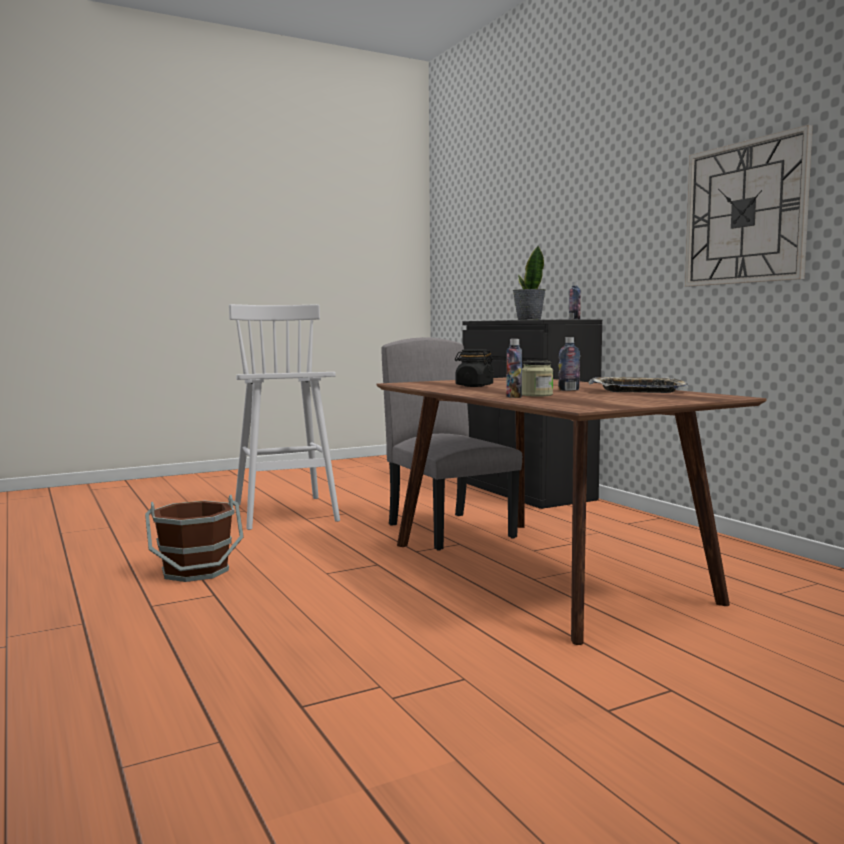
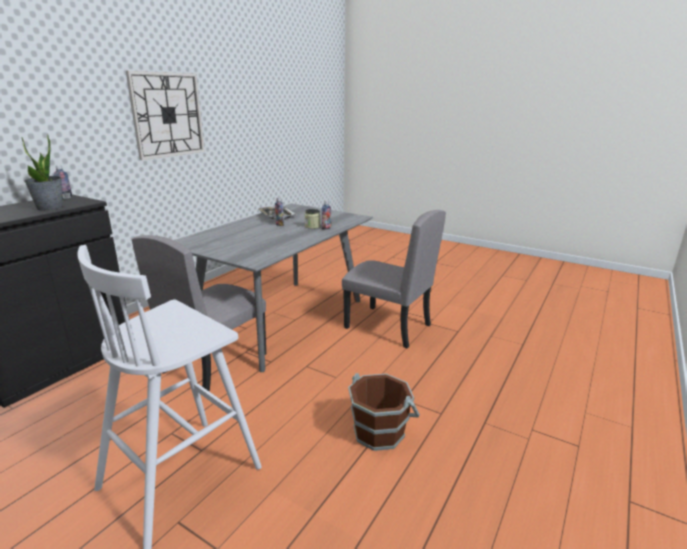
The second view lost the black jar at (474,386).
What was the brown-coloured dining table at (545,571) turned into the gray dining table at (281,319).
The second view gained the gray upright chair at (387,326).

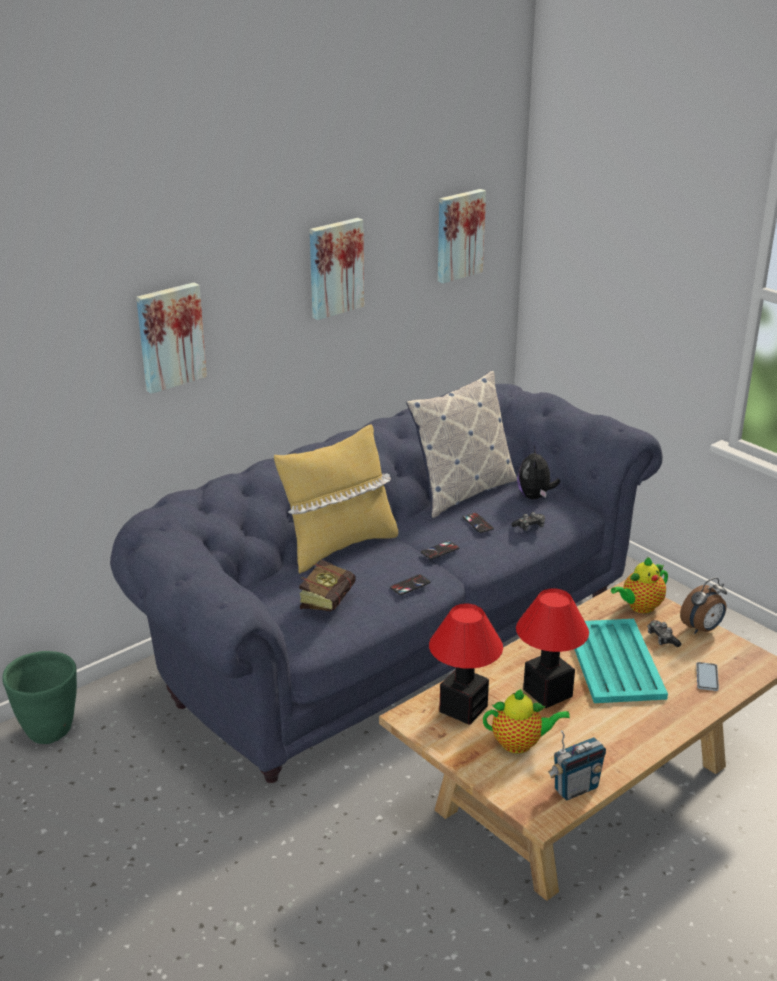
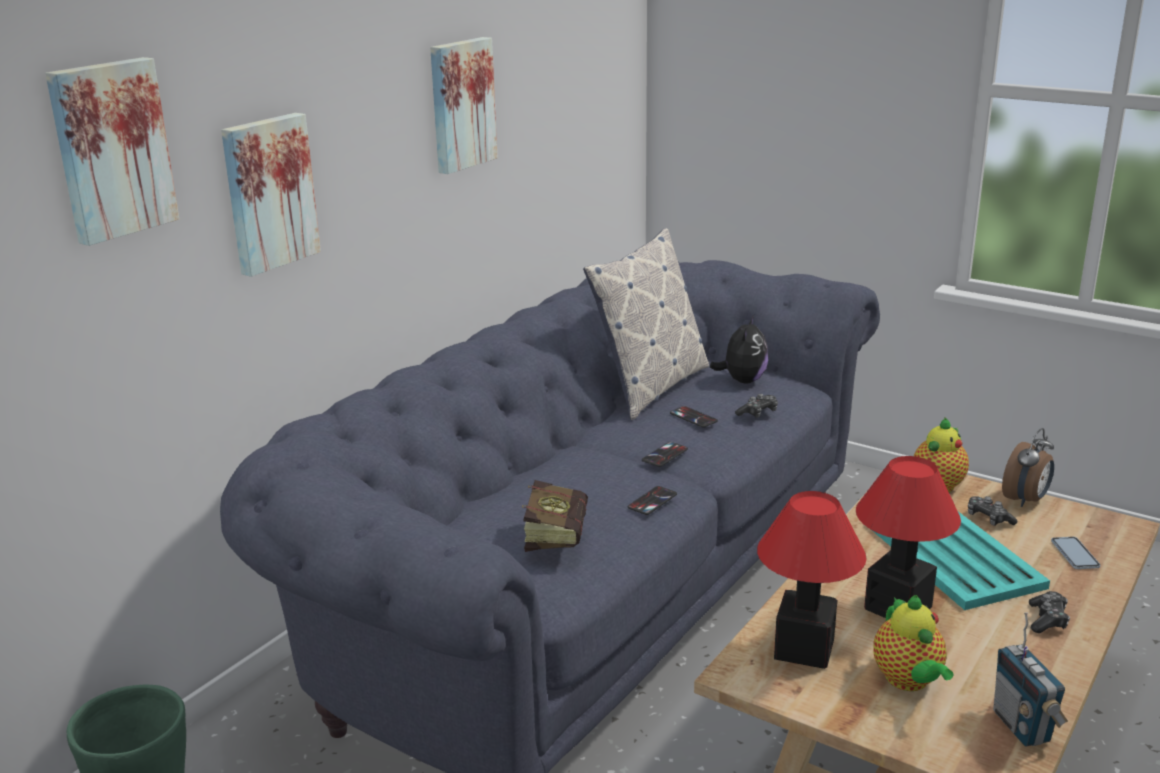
The picture ended up elsewhere, having gone from (458,235) to (111,149).
The second view lost the yellow pillow at (339,546).
The soft toy at (535,497) ended up facing another way, 150 degrees counterclockwise from before.
The pot for tea at (520,744) ended up facing another way, 90 degrees clockwise from before.
The radio set at (575,788) ended up facing another way, 120 degrees clockwise from before.
The second view gained the gamepad at (1047,620).

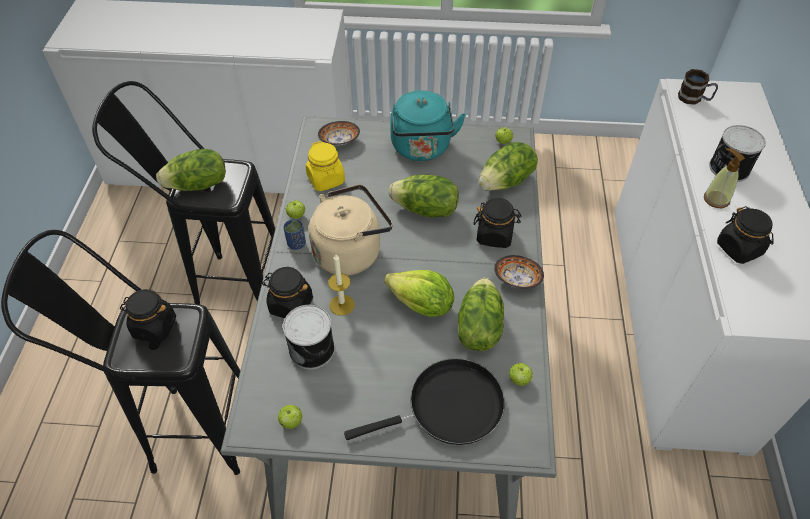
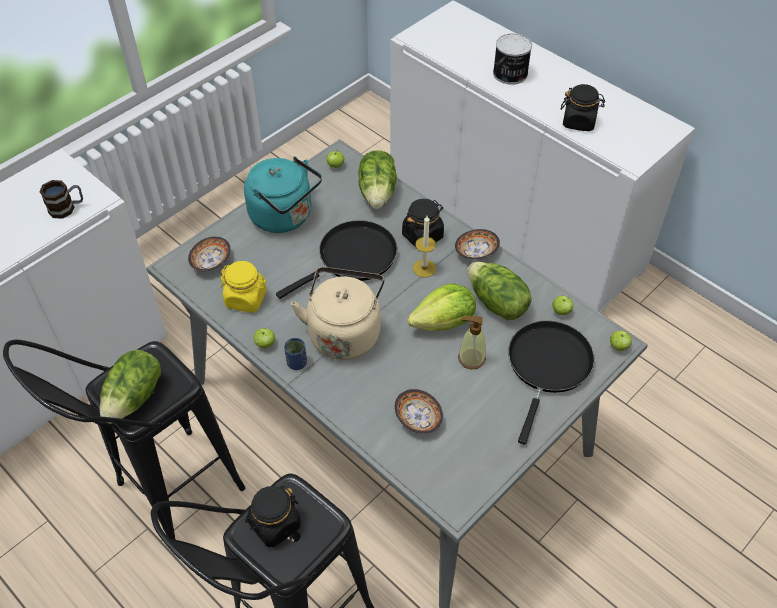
The mug ended up elsewhere, having gone from (694,99) to (67,208).
The liquid soap bottle ended up elsewhere, having gone from (716,199) to (471,358).
Where the head of lettuce stood at (425,210), the black skillet came to stand at (353,258).
The candle ended up elsewhere, having gone from (342,305) to (424,268).
The second view lost the black jar at (290,305).
Where the metal can stood at (313,349), the bowl came to stand at (418,417).
The apple fruit ended up elsewhere, having gone from (291,422) to (618,347).

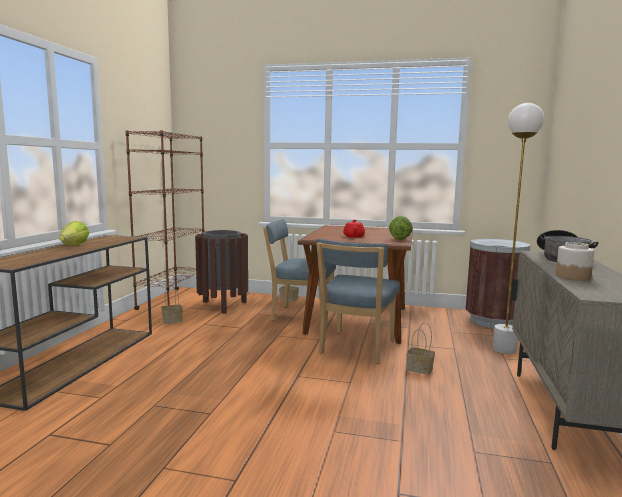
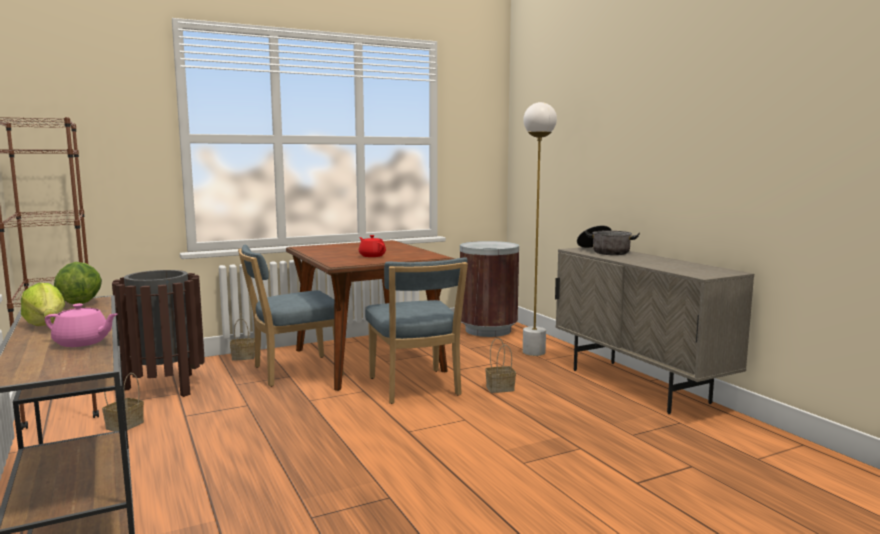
The head of lettuce ended up elsewhere, having gone from (400,239) to (80,303).
The second view lost the jar at (573,277).
The second view gained the pink-coloured pot for tea at (82,342).

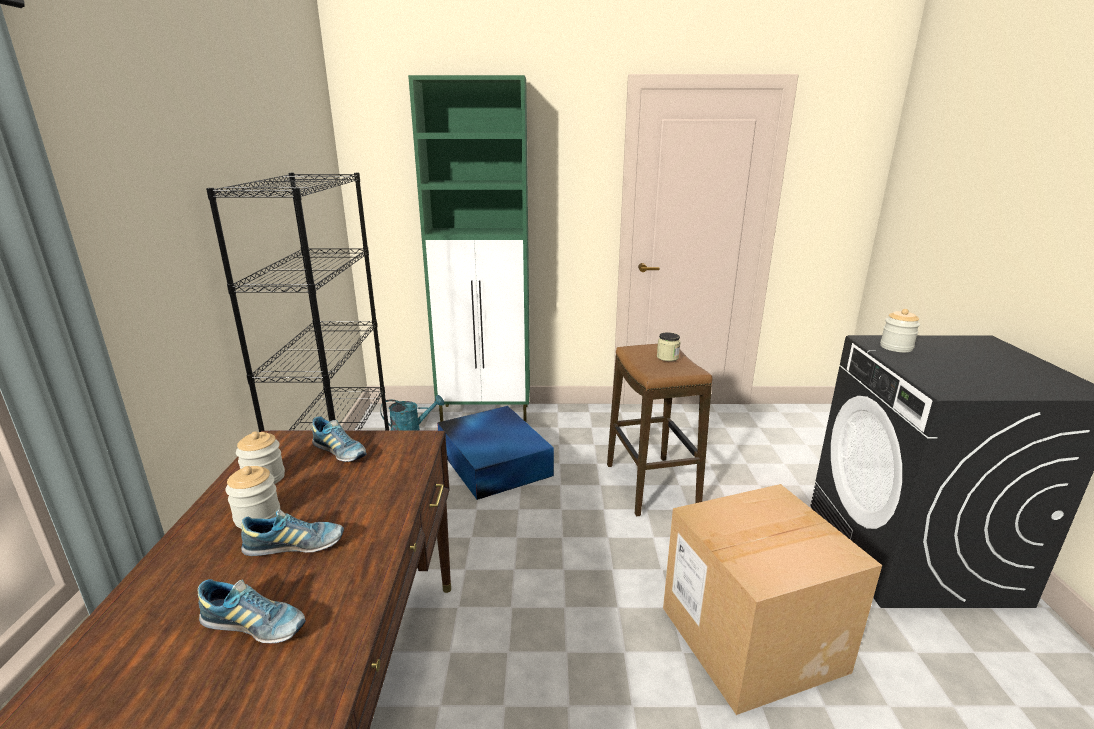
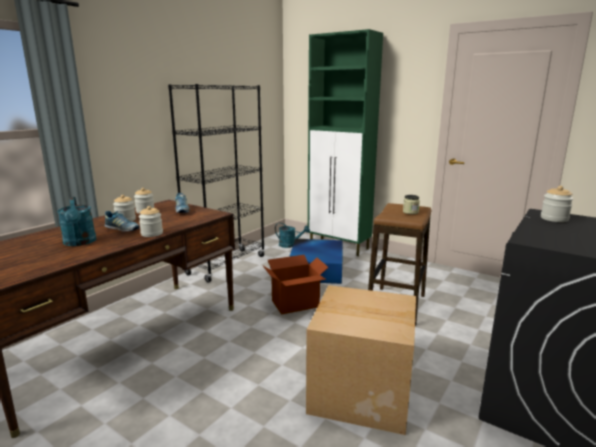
Where the item of footwear stood at (255,626), the turquoise watering can came to stand at (80,242).
The second view gained the jar at (152,234).
The second view gained the carton at (295,304).

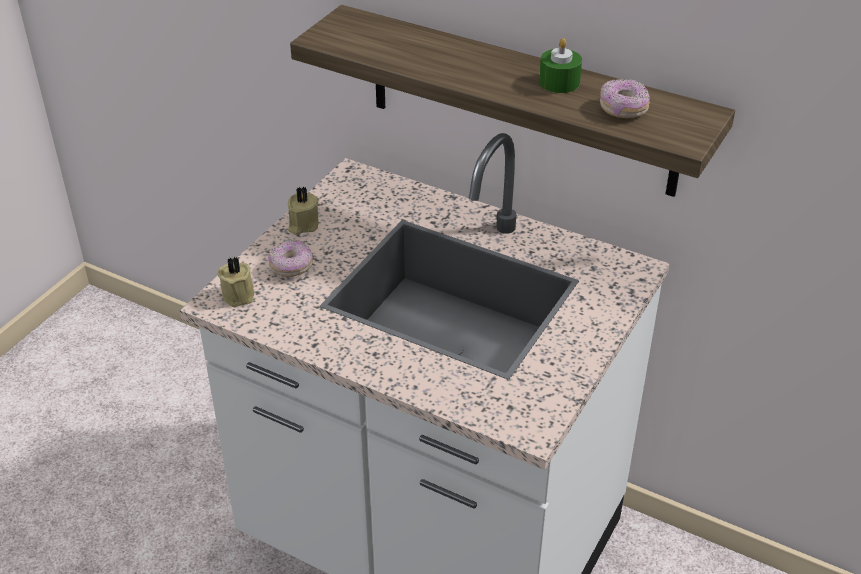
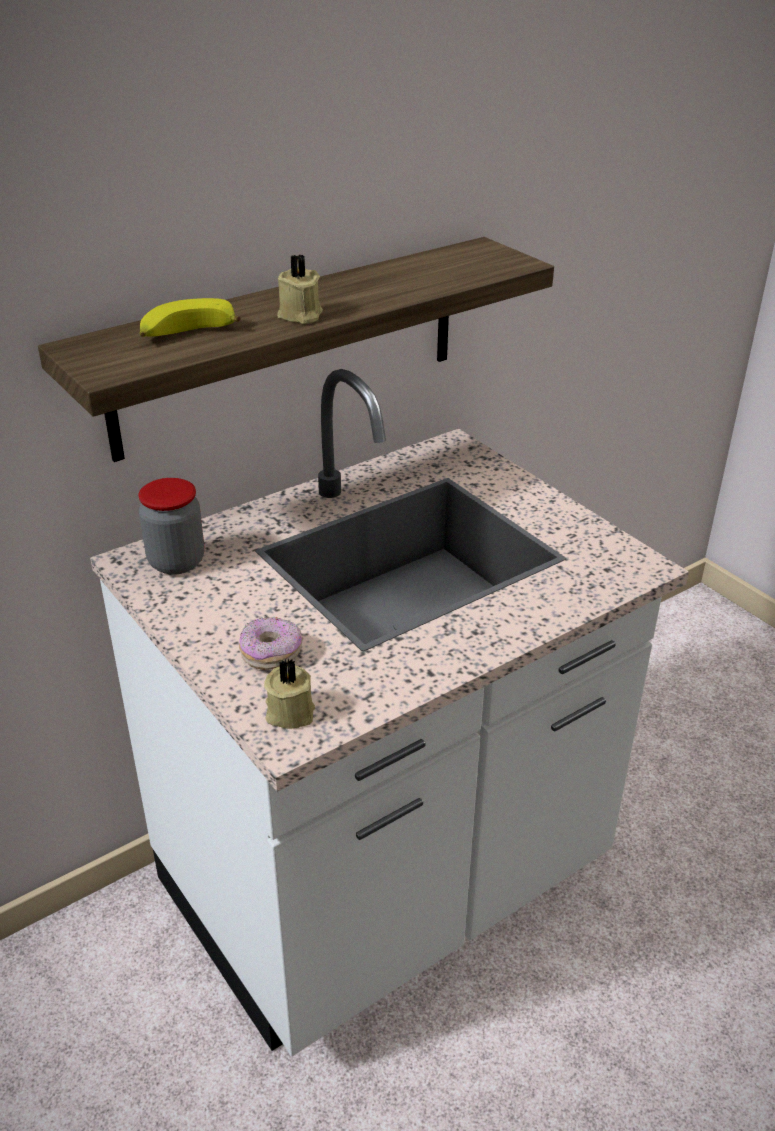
The second view lost the green candle at (559,82).
The second view lost the doughnut at (623,109).
The beige-coloured candle ended up elsewhere, having gone from (302,225) to (300,316).
The second view gained the whole banana at (186,335).
The second view gained the jar at (176,562).

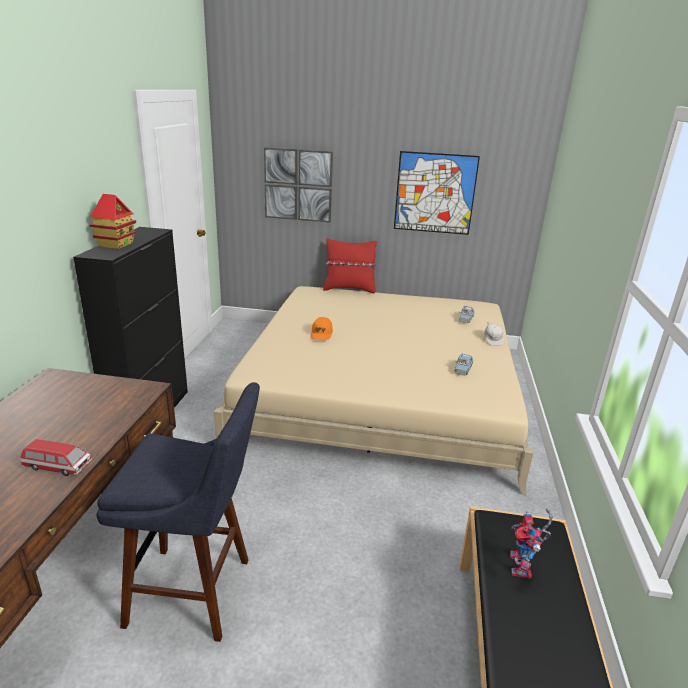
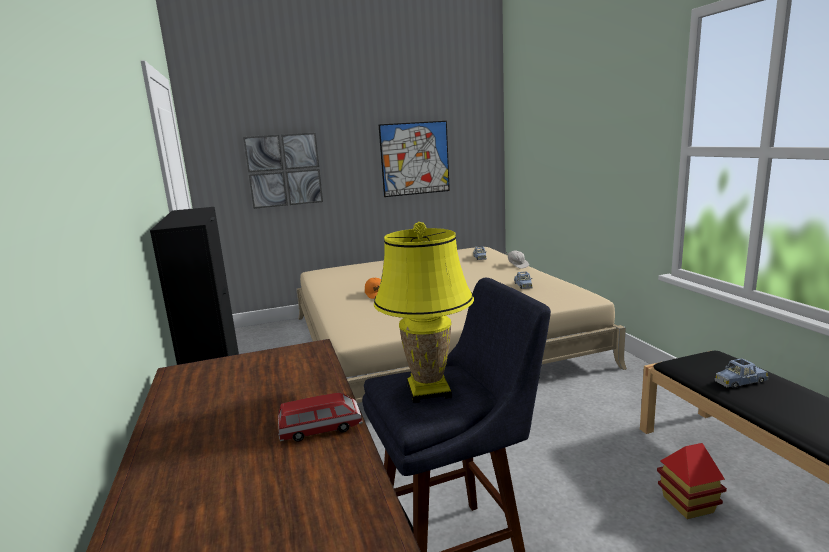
The model house ended up elsewhere, having gone from (116,244) to (687,504).
The second view lost the red pillow at (349,289).
Where the toy robot stood at (523,568), the bluish miniature car came to stand at (740,382).
The second view gained the yellow lamp for a table at (429,391).

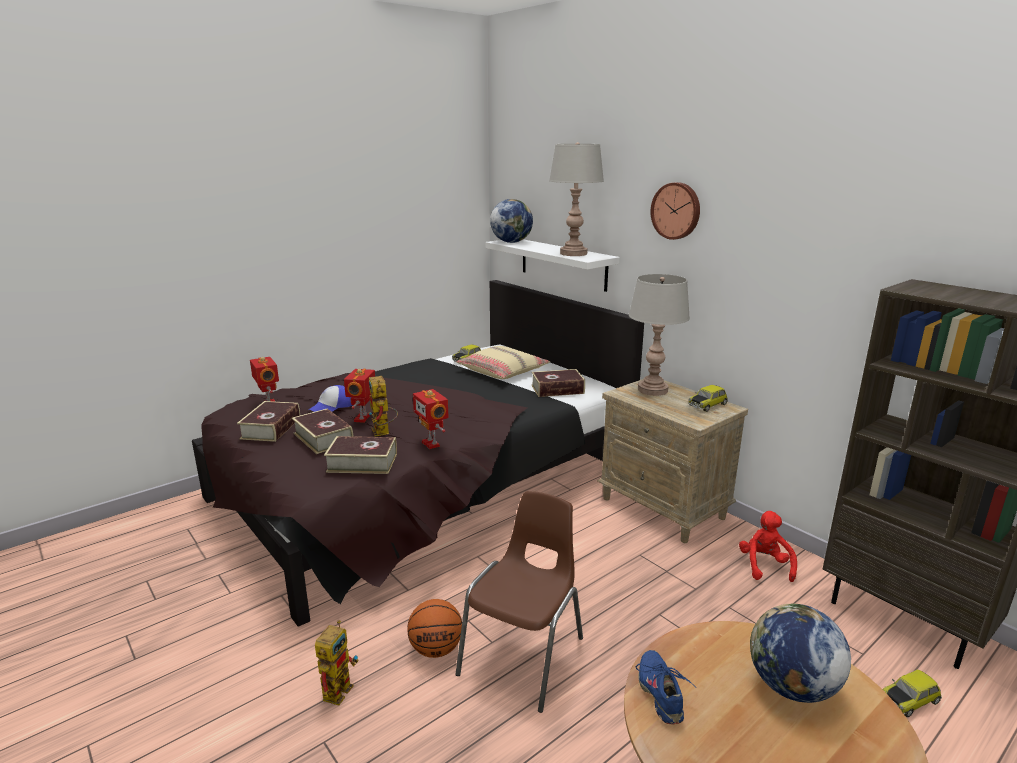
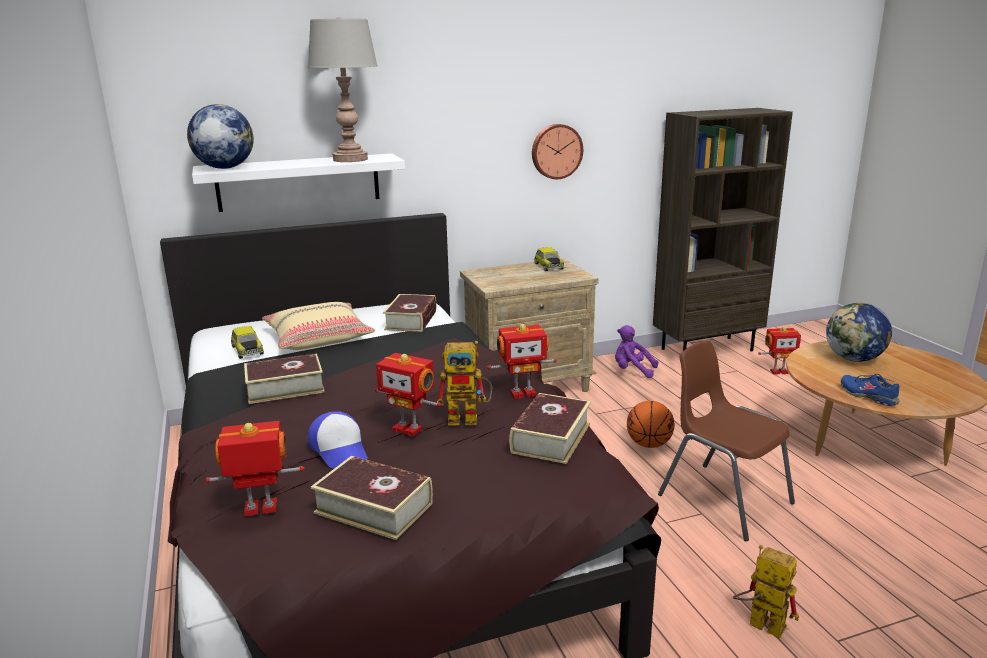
The clock on the wall ended up elsewhere, having gone from (676,211) to (556,151).
The second view lost the gray lamp for a table at (652,390).
The book ended up elsewhere, having gone from (323,438) to (285,387).
What was the red soft toy at (764,565) turned into the purple-coloured soft toy at (632,371).
The basketball ball ended up elsewhere, having gone from (436,649) to (649,444).
The bluish item of footwear at (661,692) ended up facing another way, 45 degrees clockwise from before.
Where the miniature car stood at (909,699), the toy robot came to stand at (778,371).

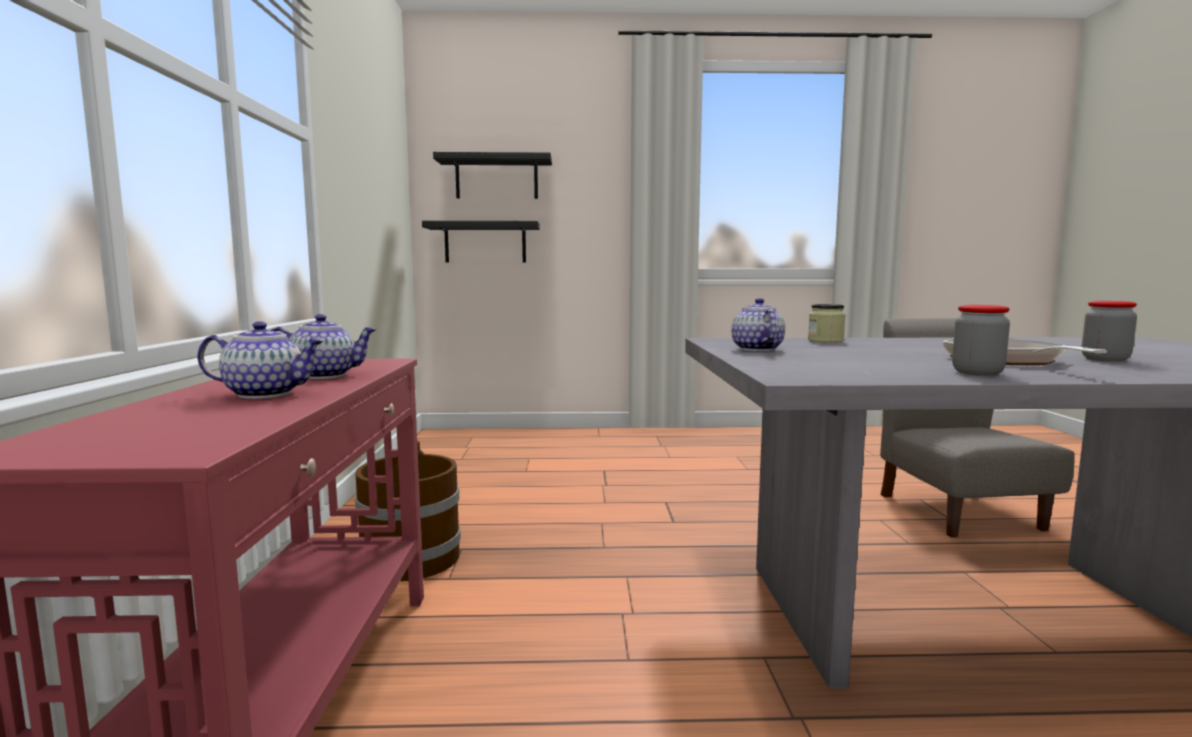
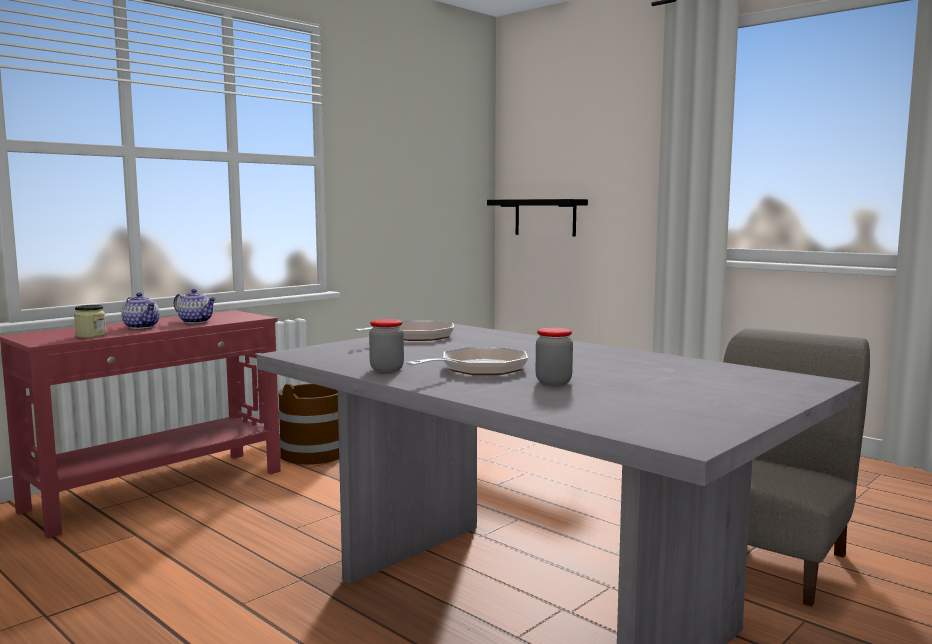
The second view lost the black shelf at (496,178).
Where the pot for tea stood at (755,349), the skillet came to stand at (414,337).
The jar ended up elsewhere, having gone from (825,341) to (91,335).

